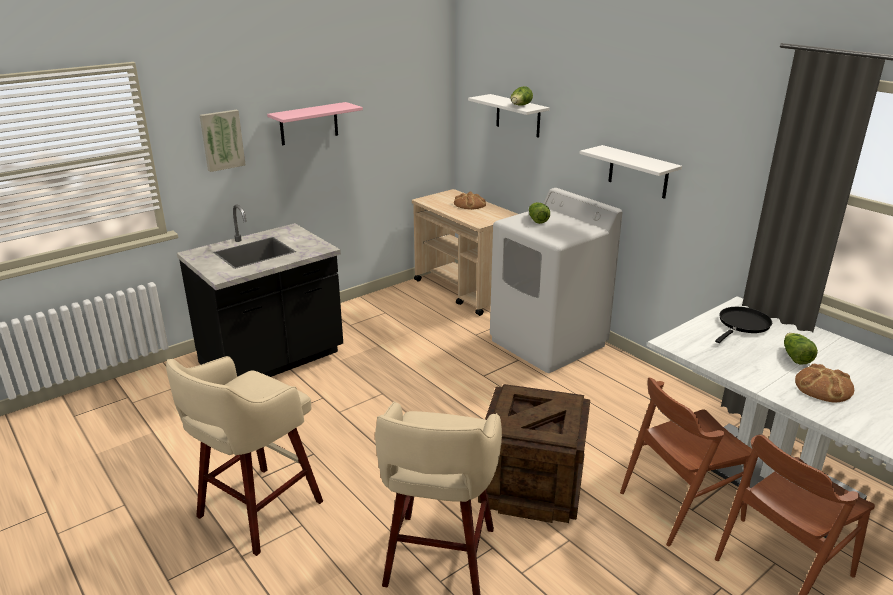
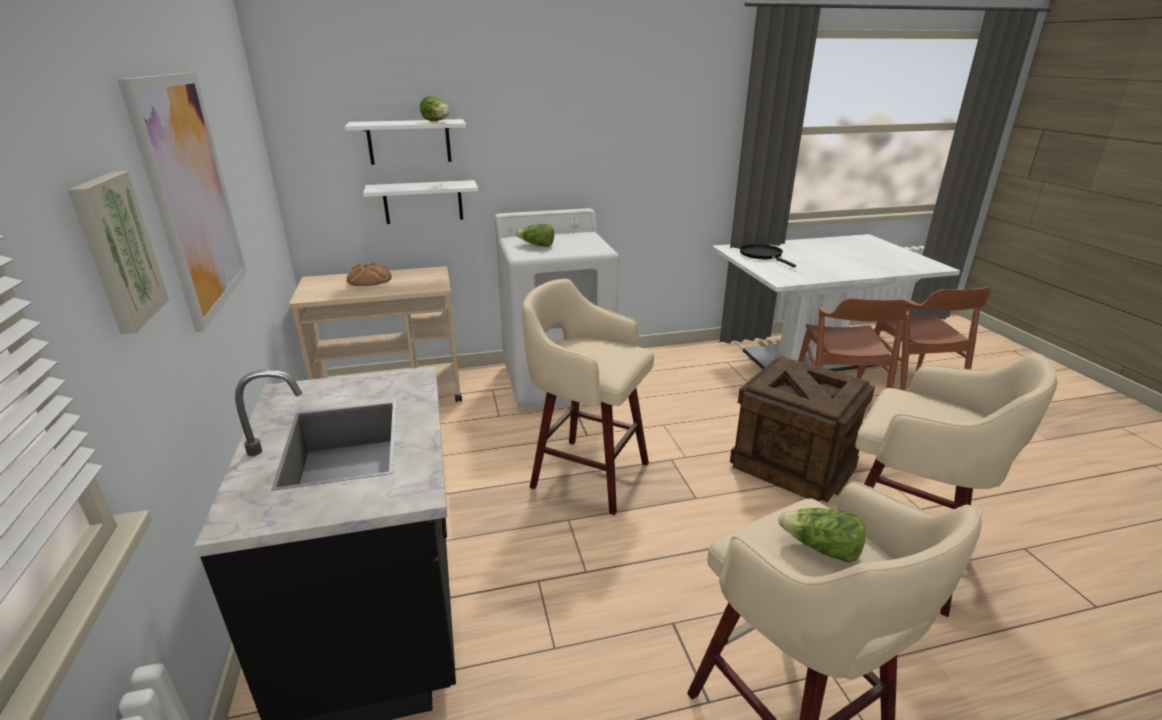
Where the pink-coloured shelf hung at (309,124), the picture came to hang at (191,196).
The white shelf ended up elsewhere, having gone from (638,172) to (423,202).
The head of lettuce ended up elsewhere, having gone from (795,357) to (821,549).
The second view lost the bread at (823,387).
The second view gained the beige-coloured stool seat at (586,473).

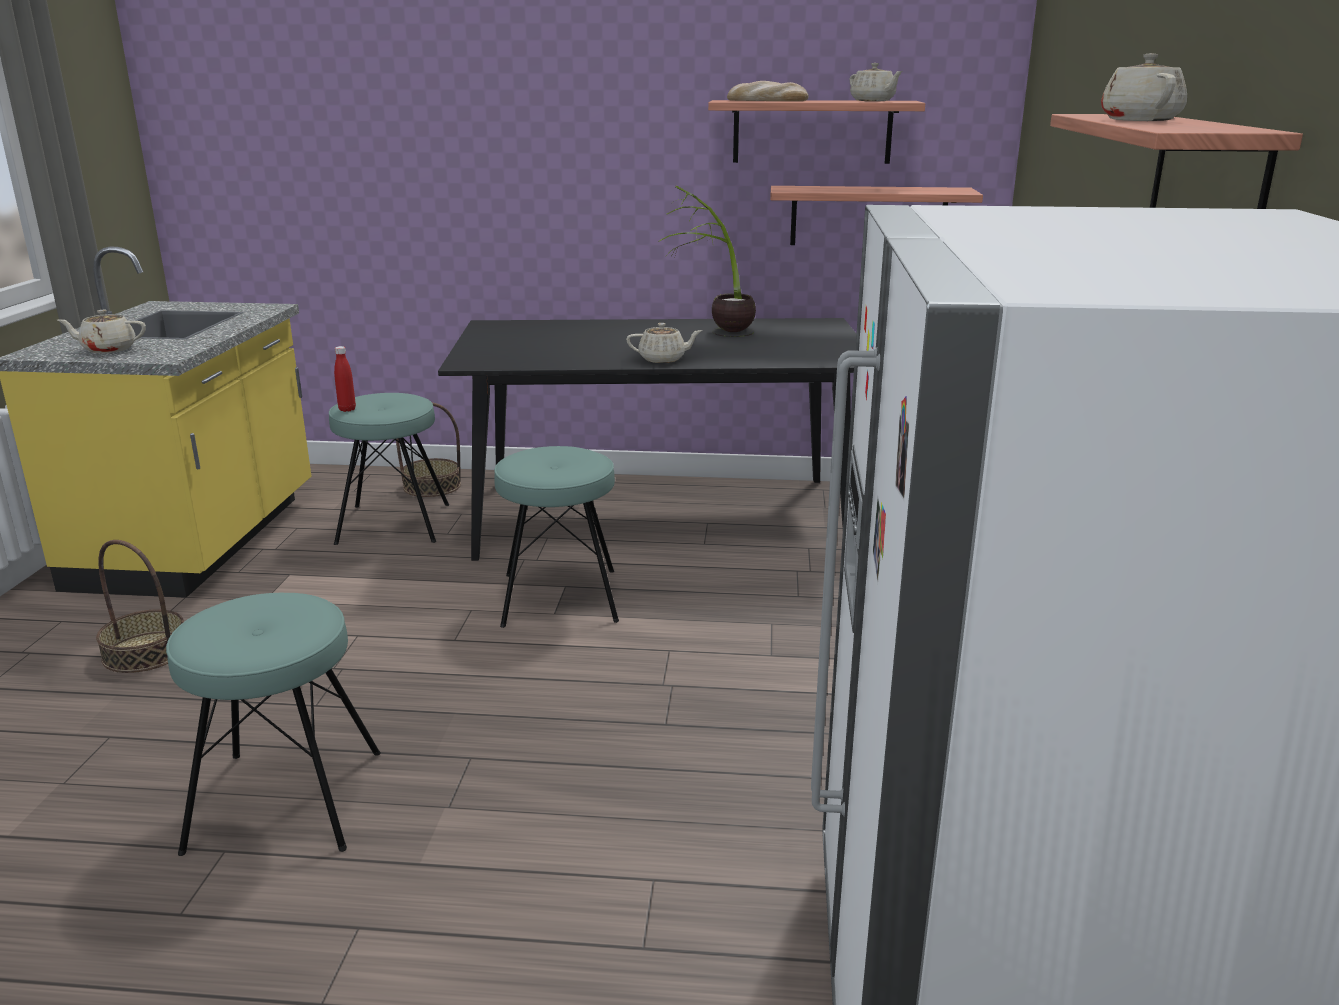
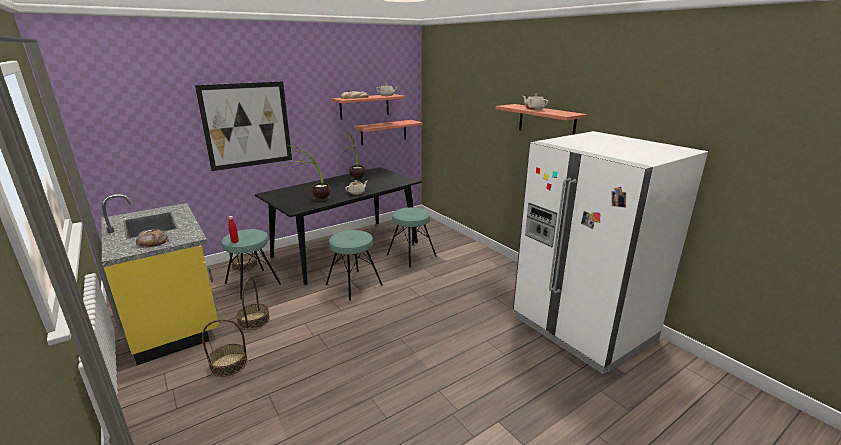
Where the beige-coloured pot for tea stood at (108,349), the bread came to stand at (153,242).
The turquoise stool seat ended up elsewhere, having gone from (286,800) to (411,255).
The second view gained the picture at (247,125).
The second view gained the houseplant at (313,201).
The second view gained the storage basket at (254,320).

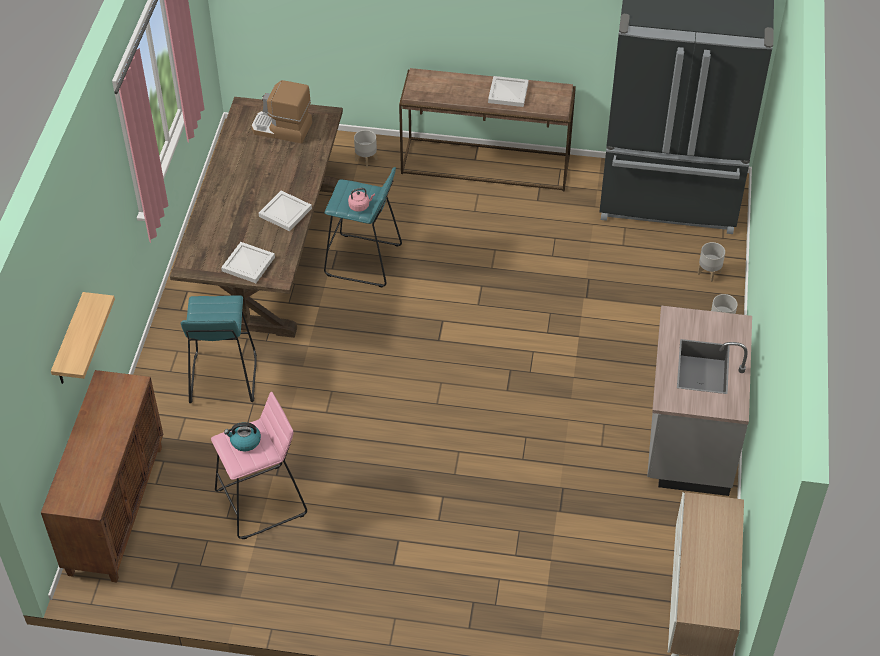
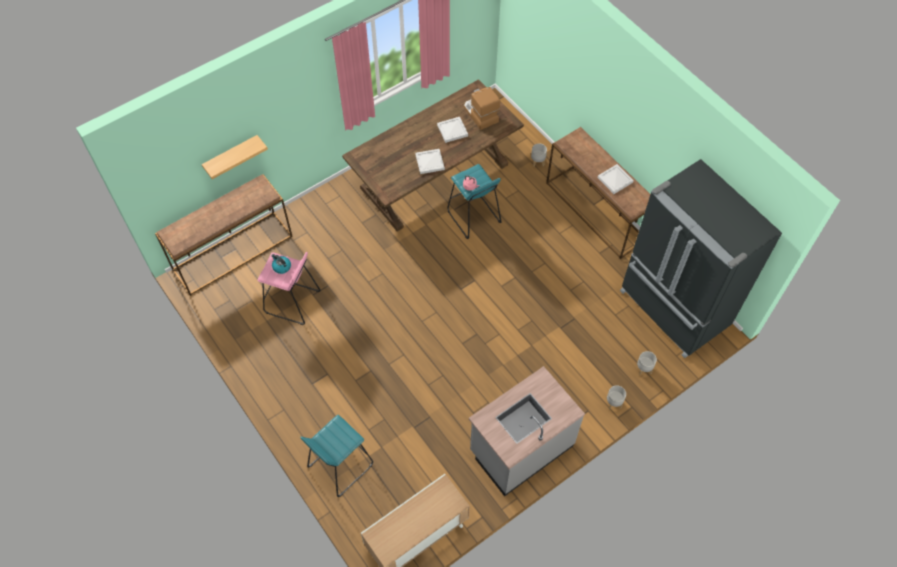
The white carrying tray ended up elsewhere, having gone from (249,264) to (453,130).
The turquoise stool seat ended up elsewhere, having gone from (222,378) to (340,465).
Where the brown-coloured cabinet stood at (115,508), the brown-coloured console table came to stand at (233,252).

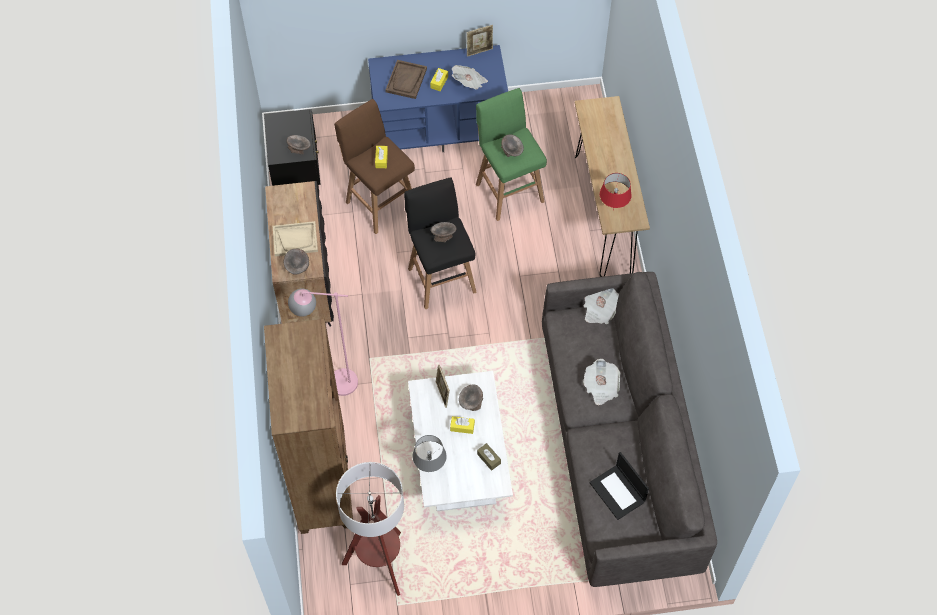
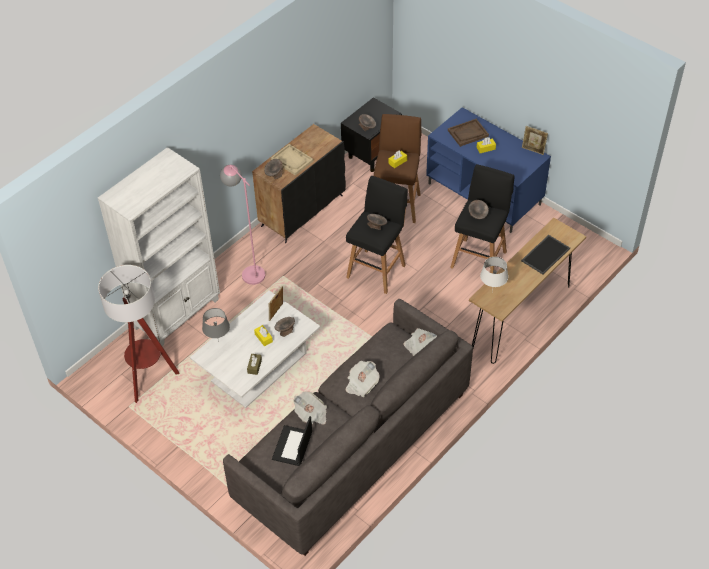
The daily paper ended up elsewhere, having gone from (469,83) to (311,414).
What was the green stool seat at (508,191) turned into the black stool seat at (479,258).
What was the red lamp for a table at (613,210) turned into the white lamp for a table at (492,292).
What was the brown-coloured bookshelf at (323,481) turned into the white bookshelf at (177,313).
The second view gained the carrying tray at (545,254).

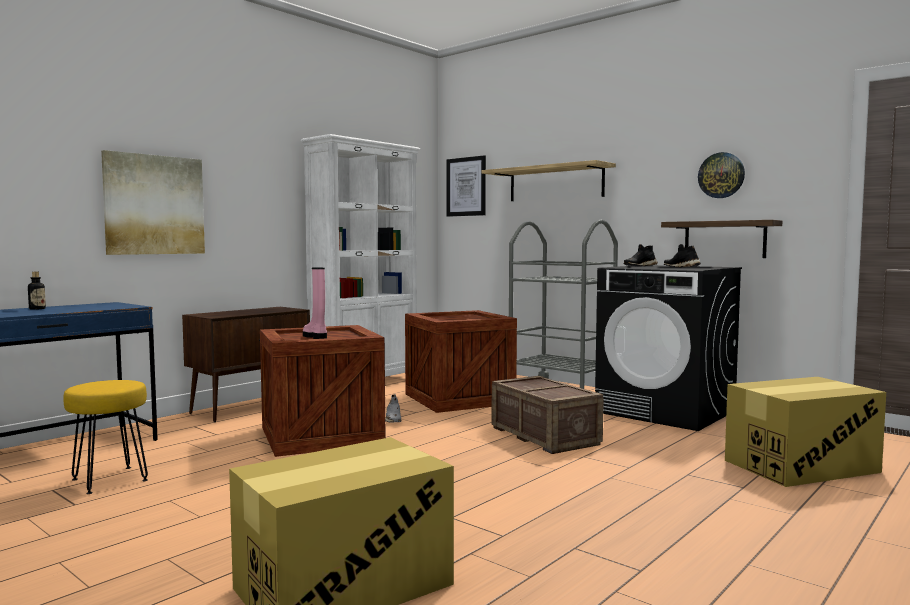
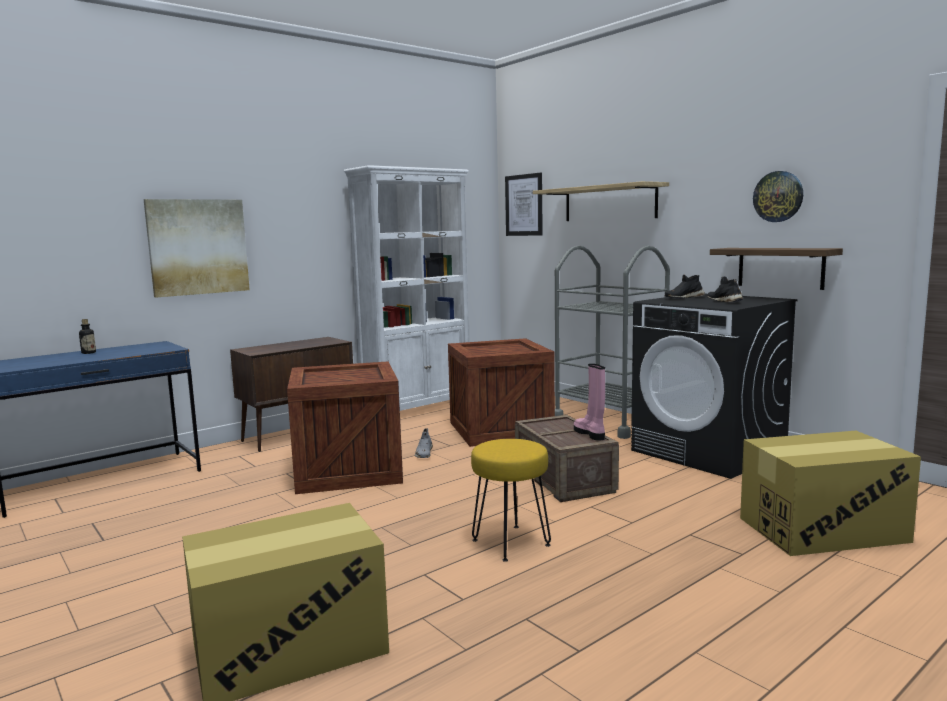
The pink-coloured high-top boot ended up elsewhere, having gone from (316,337) to (590,434).
The yellow stool seat ended up elsewhere, having gone from (109,480) to (510,543).

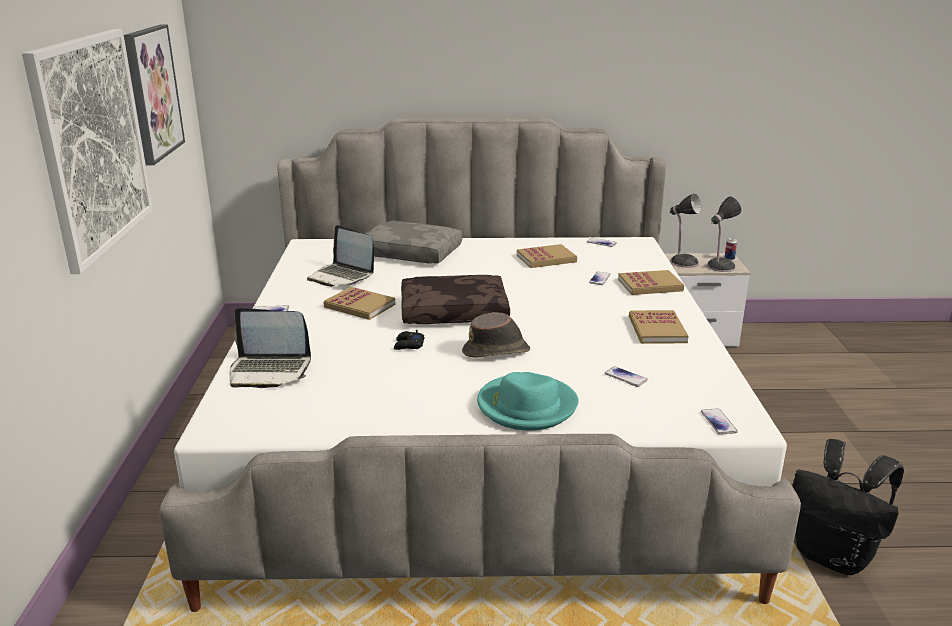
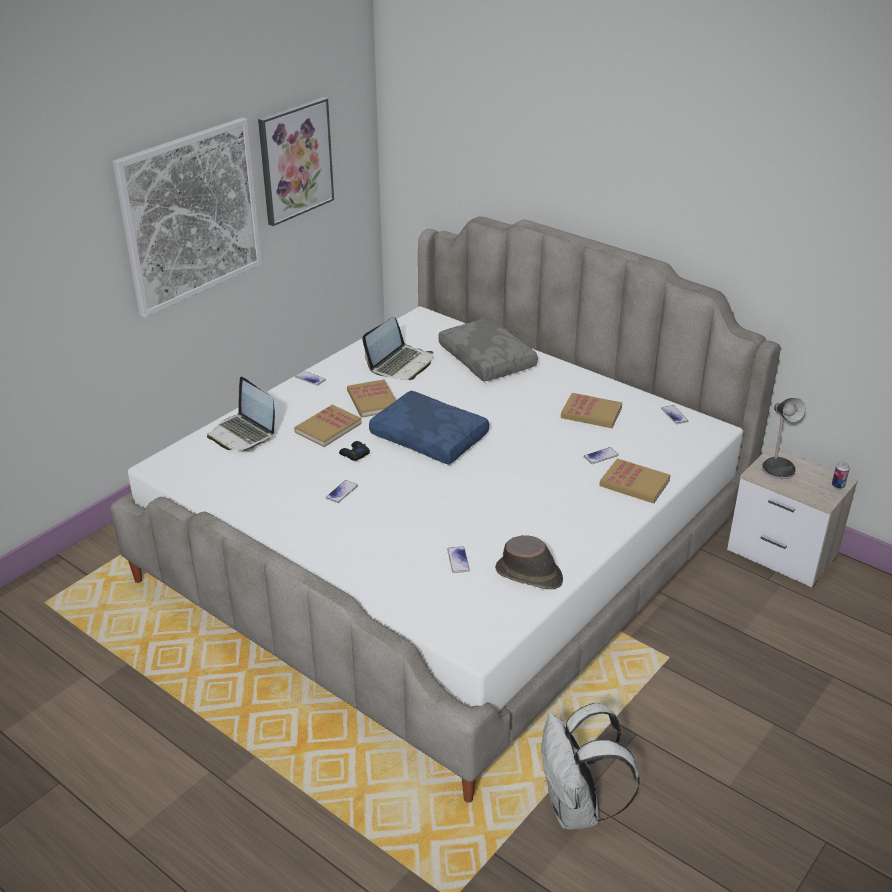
The second view lost the lamp for a table at (719,267).
The notebook computer at (342,276) ended up facing another way, 135 degrees counterclockwise from before.
What was the brown-coloured pillow at (454,311) turned into the bluish pillow at (431,437).
The book ended up elsewhere, having gone from (657,329) to (328,428).
The brown-coloured wearable hat ended up elsewhere, having gone from (497,351) to (529,575).
The second view lost the turquoise wearable hat at (526,406).
The telephone ended up elsewhere, having gone from (718,422) to (342,492).
What was the black rucksack at (834,556) turned into the white rucksack at (577,809).

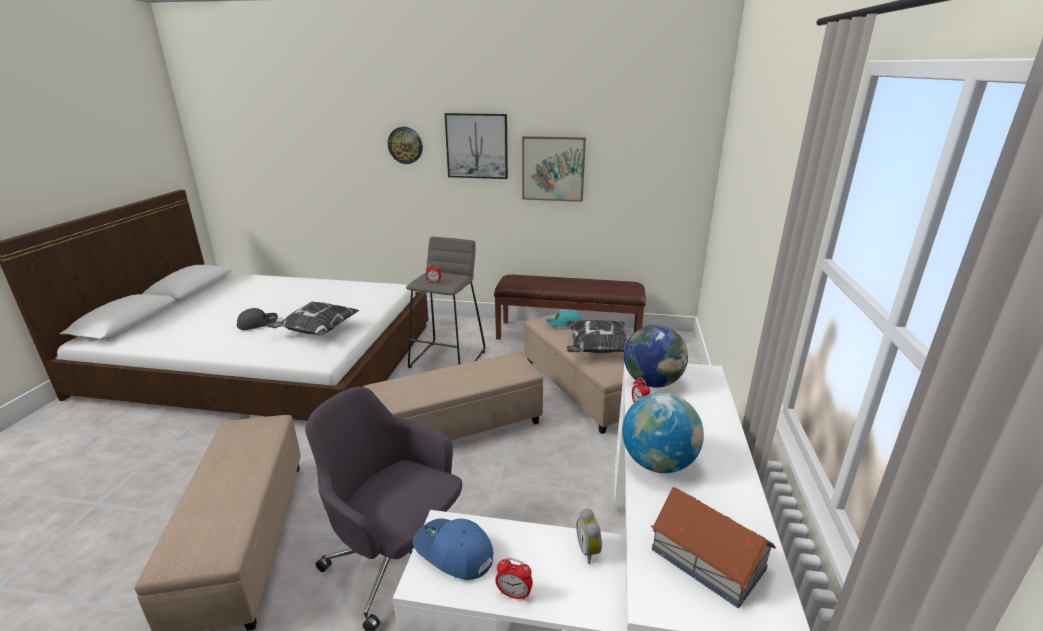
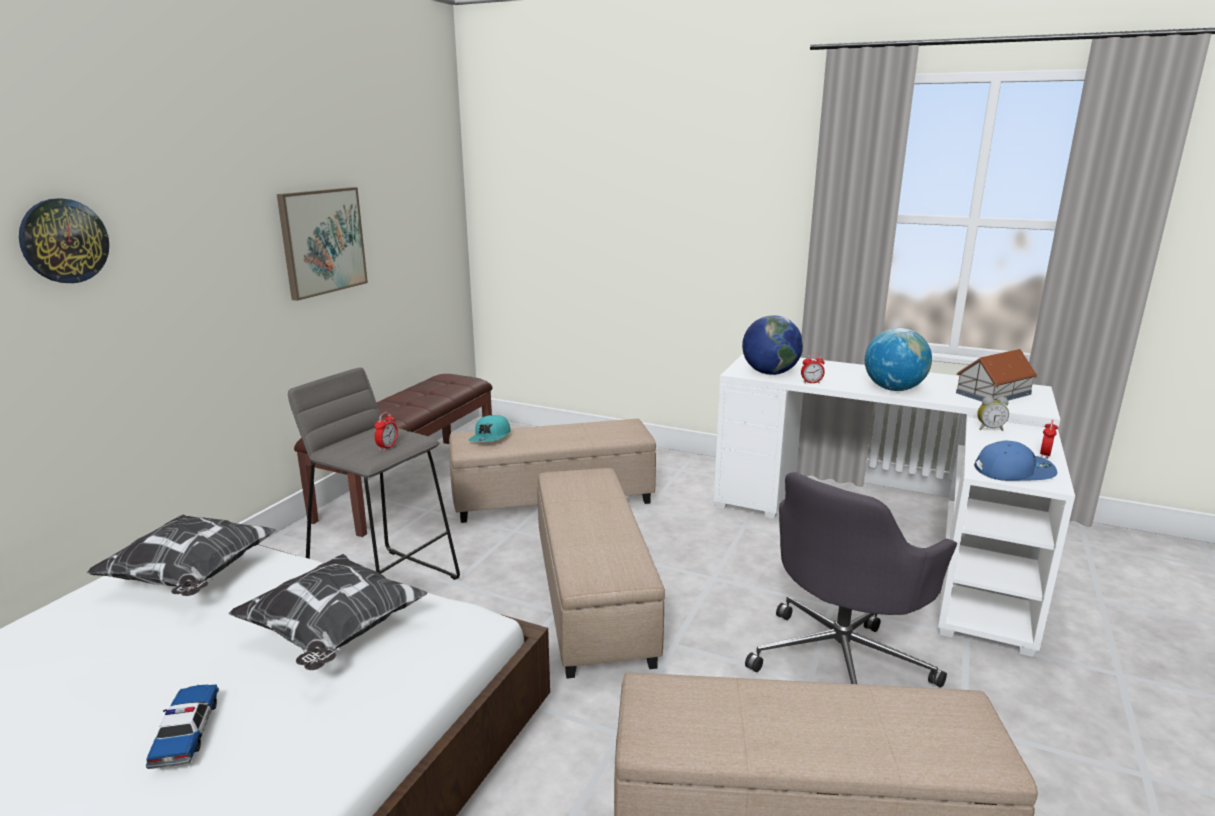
The second view lost the picture at (477,146).
Where the gray baseball cap stood at (258,323), the miniature car came to stand at (187,733).
The pillow ended up elsewhere, having gone from (596,350) to (192,578).
The bluish baseball cap at (453,552) ended up facing another way, 135 degrees counterclockwise from before.

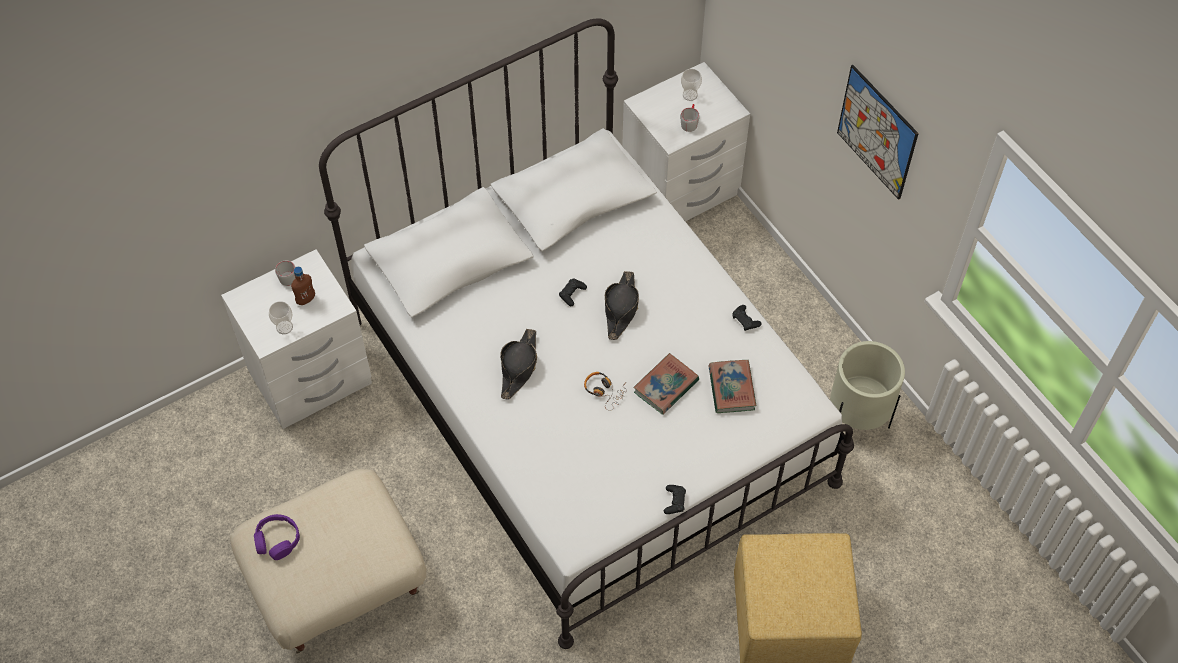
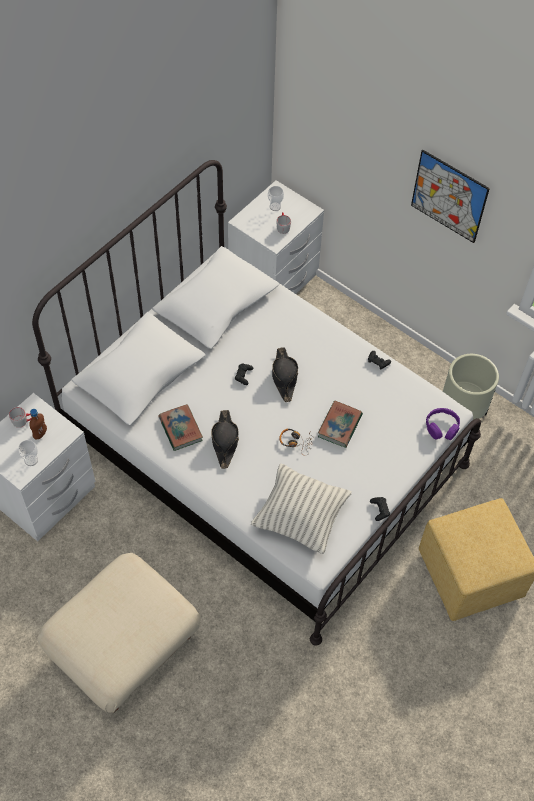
The book ended up elsewhere, having gone from (731,388) to (180,429).
The purple-coloured headset ended up elsewhere, having gone from (277,540) to (442,427).
The second view gained the pillow at (300,517).

